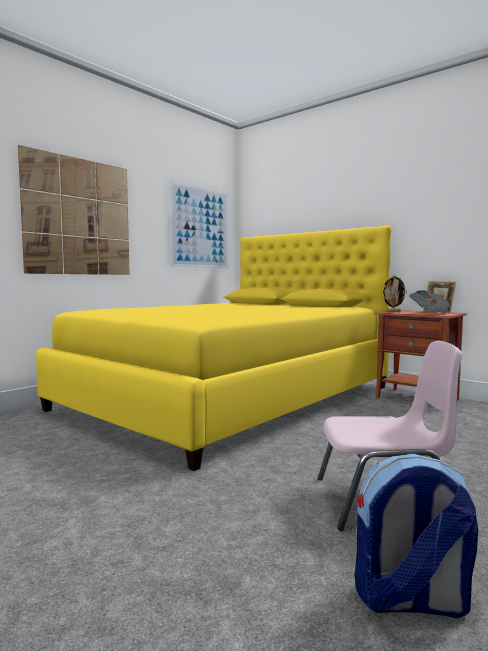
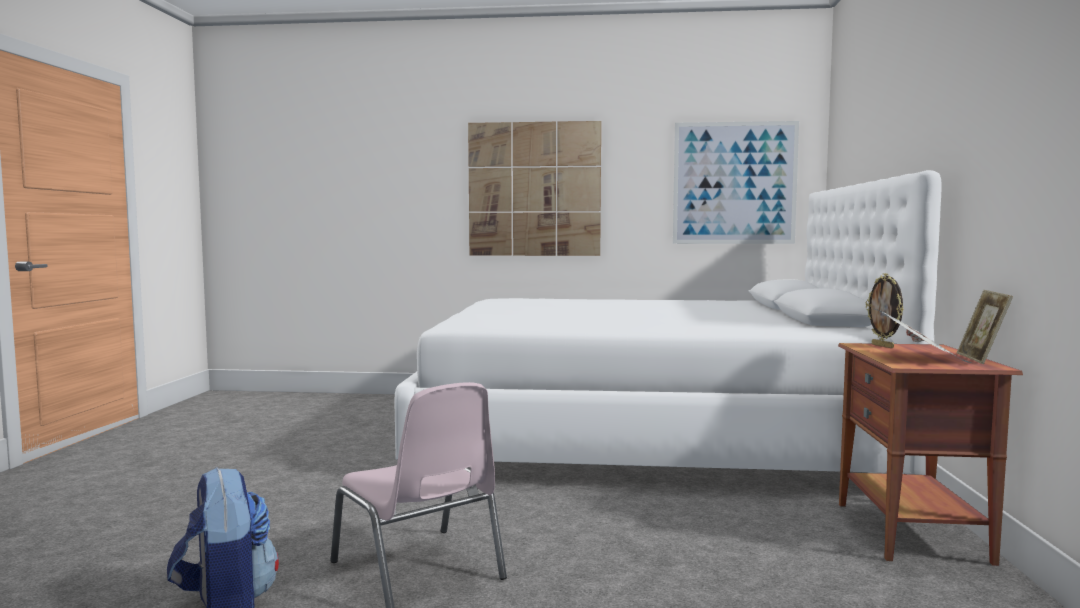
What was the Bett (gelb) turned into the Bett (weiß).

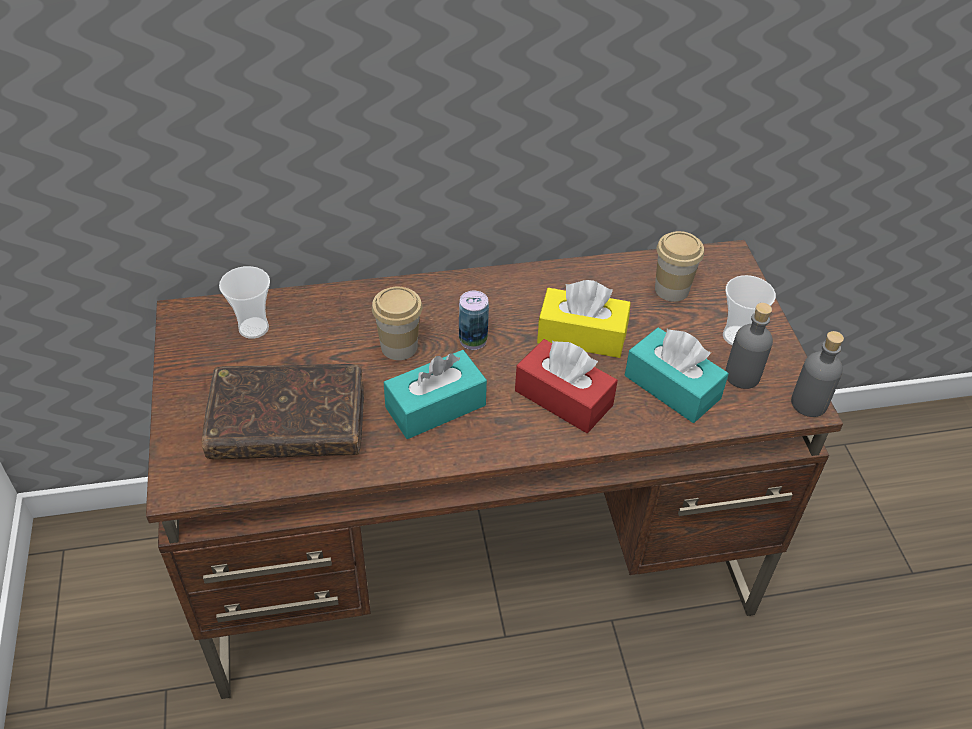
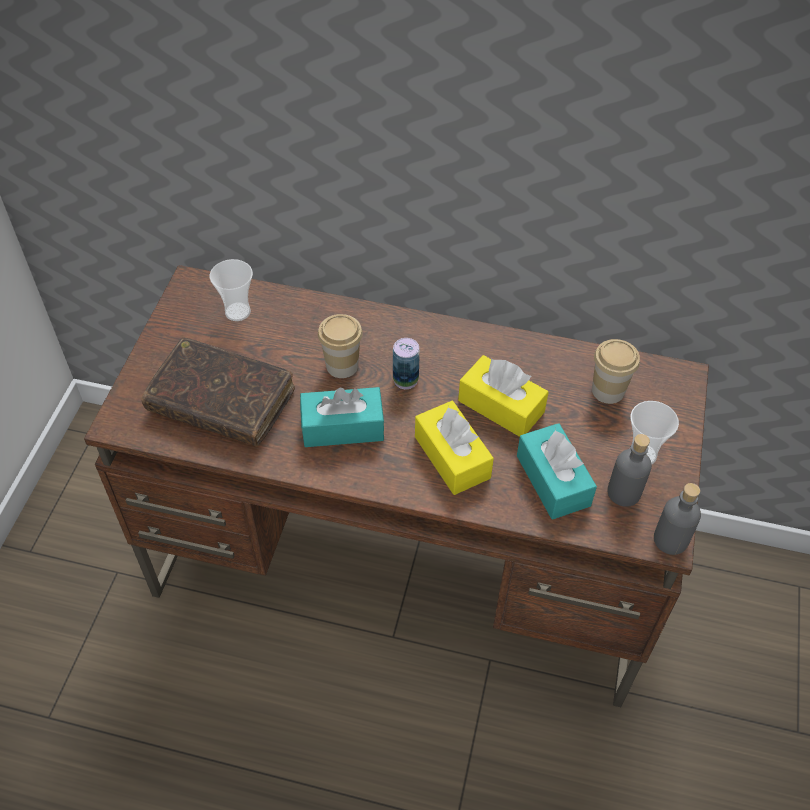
What was the Taschentuchbox (rot) turned into the Taschentuchbox (gelb) (1st from left).

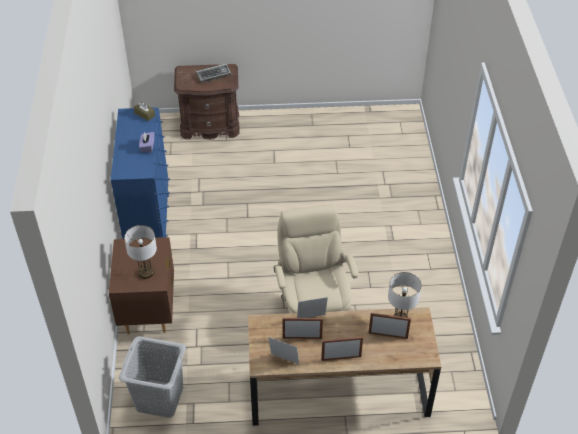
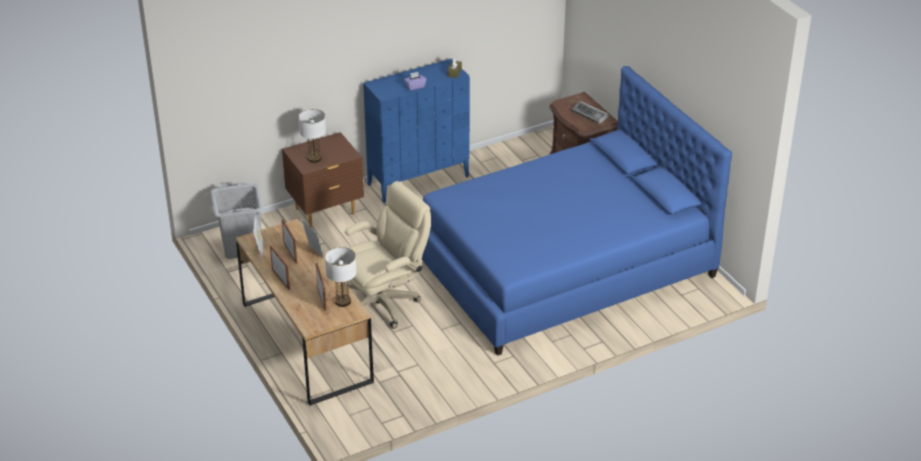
The second view gained the Bett (blau).

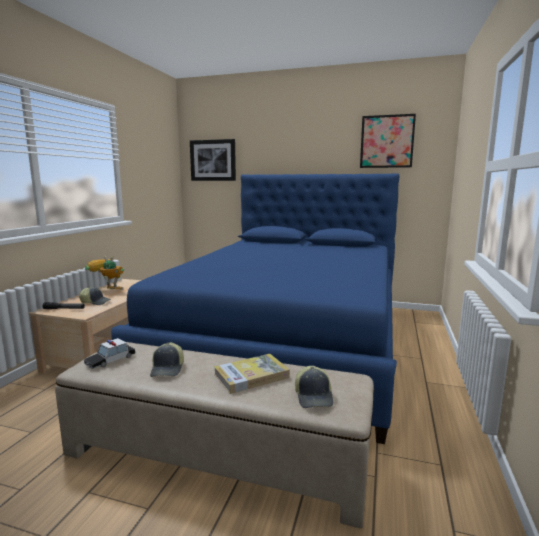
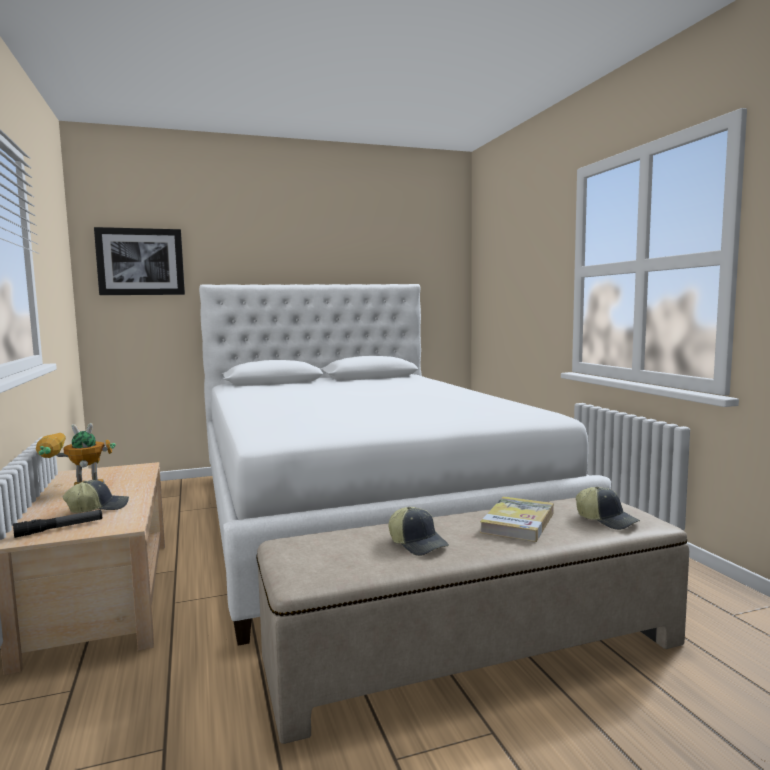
What was the Bett (blau) turned into the Bett (weiß). The second view lost the Spielzeugauto. The second view lost the Bild (2nd from left).

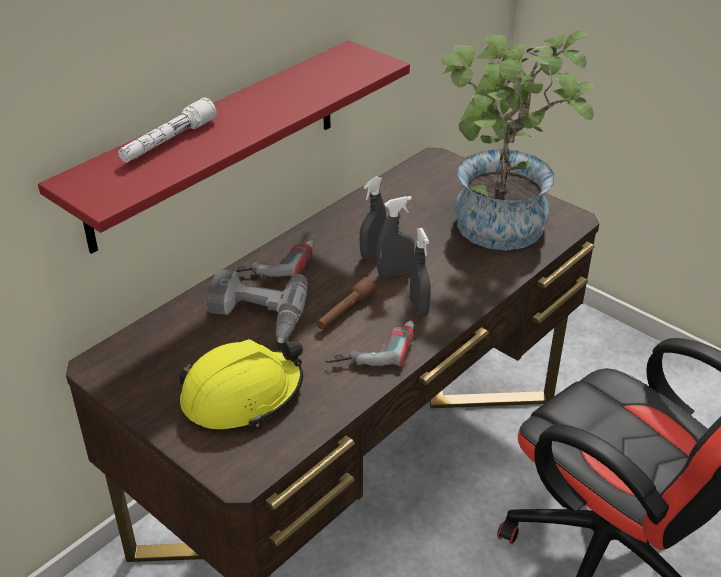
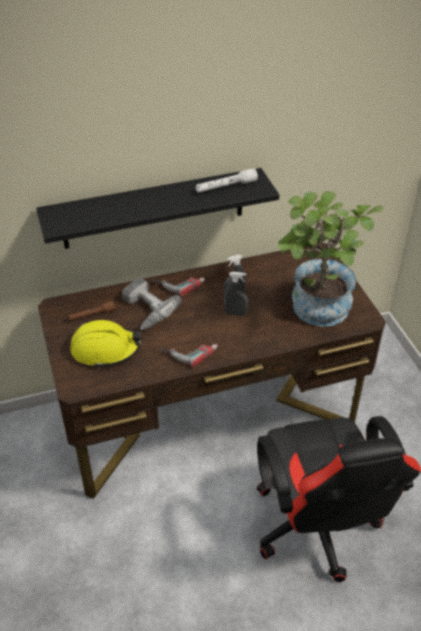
What was the Wandregal (rot) turned into the Wandregal (schwarz). The Taschenlampe (braun) ended up elsewhere. The Taschenlampe (weiß) ended up elsewhere. The second view lost the Sprühflasche (grau) (3rd from left).

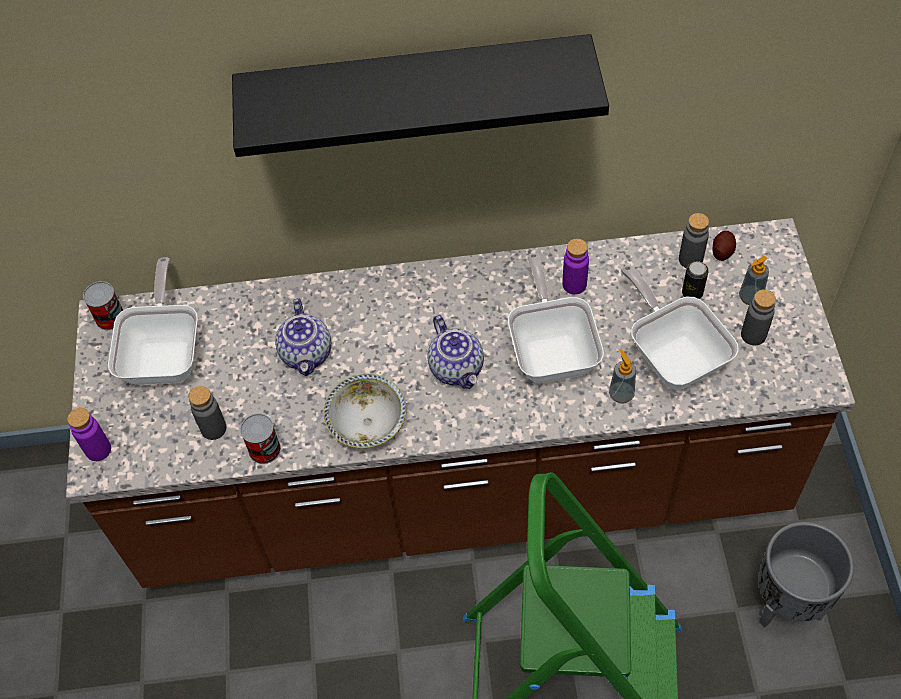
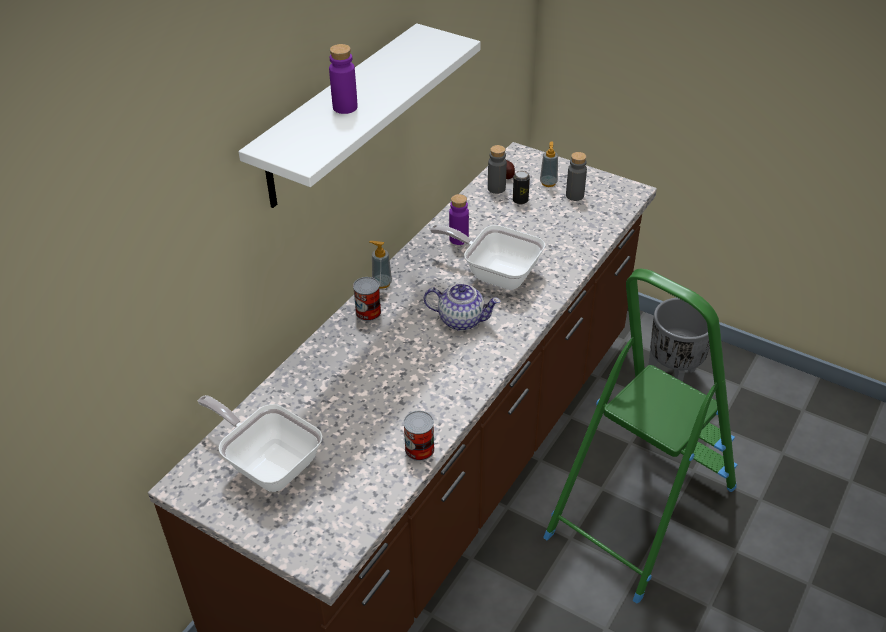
What was the Wandregal (schwarz) turned into the Wandregal (weiß). The Flasche (lila) (1st from left) ended up elsewhere. The Dose (1st from left) ended up elsewhere. The Seifenspender (1st from left) ended up elsewhere. The second view lost the Flasche (grau) (1st from left). The second view lost the Teekanne (1st from left). The second view lost the Schüssel. The second view lost the Pfanne (3rd from left).

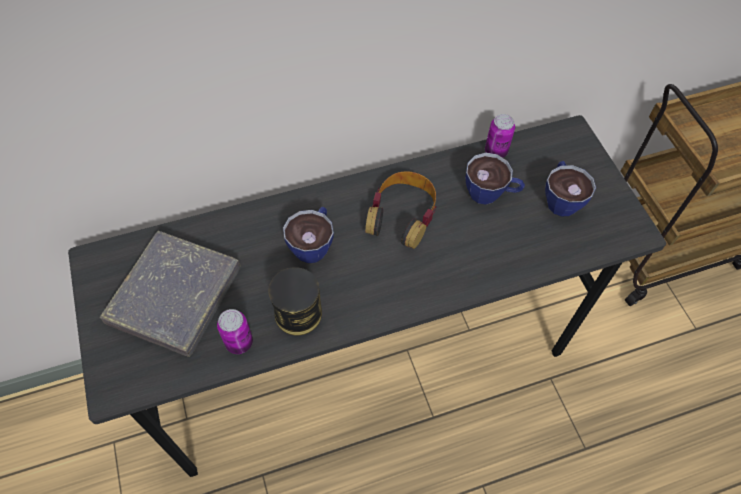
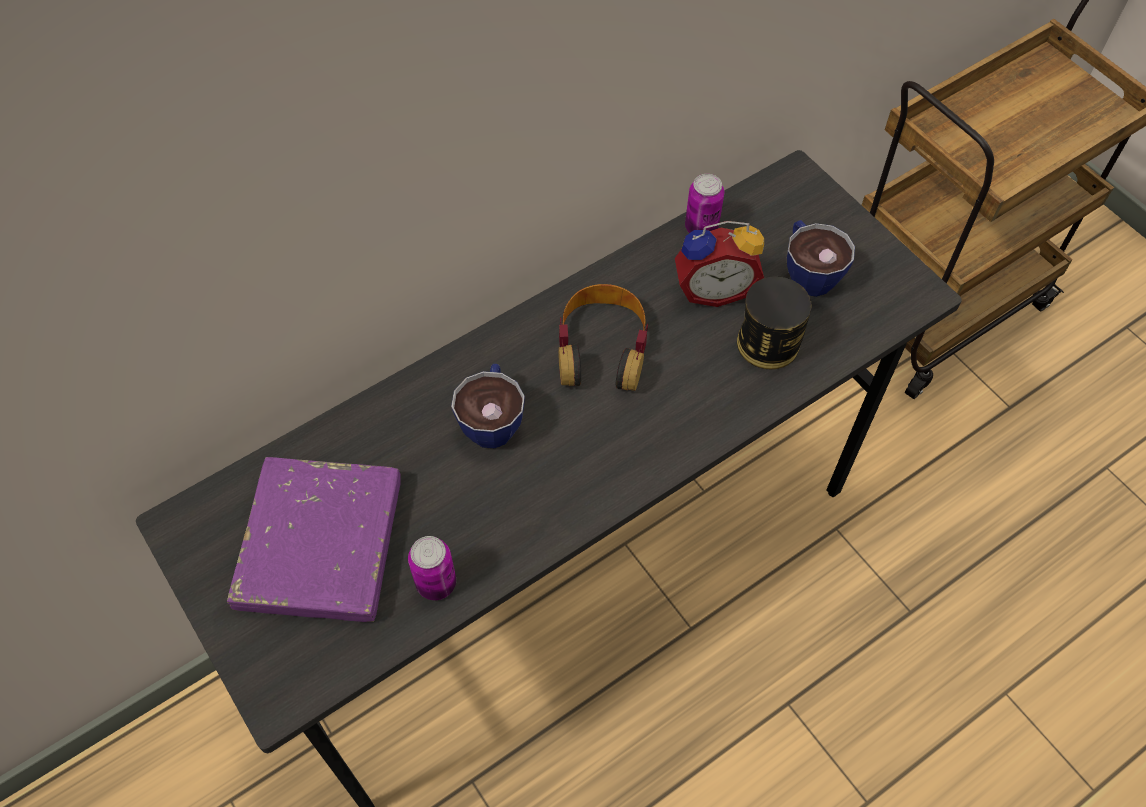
What was the Buch (grau) turned into the Buch (lila). Where the Tasse (2nd from left) stood, the Wecker came to stand. The Dose (2nd from left in the first image) ended up elsewhere.

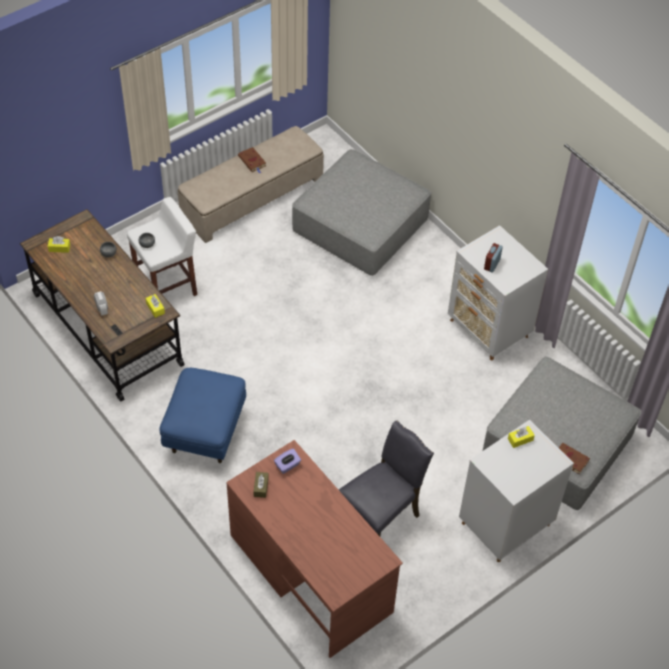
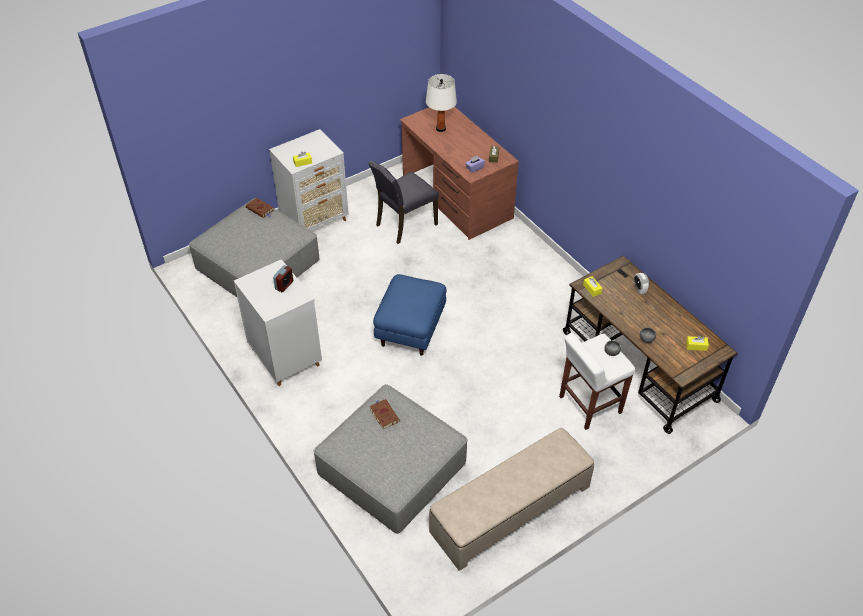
The Buch (braun) (1st from left in the first image) ended up elsewhere. The Polsterhocker (blau) ended up elsewhere. The second view gained the Tischlampe (weiß).

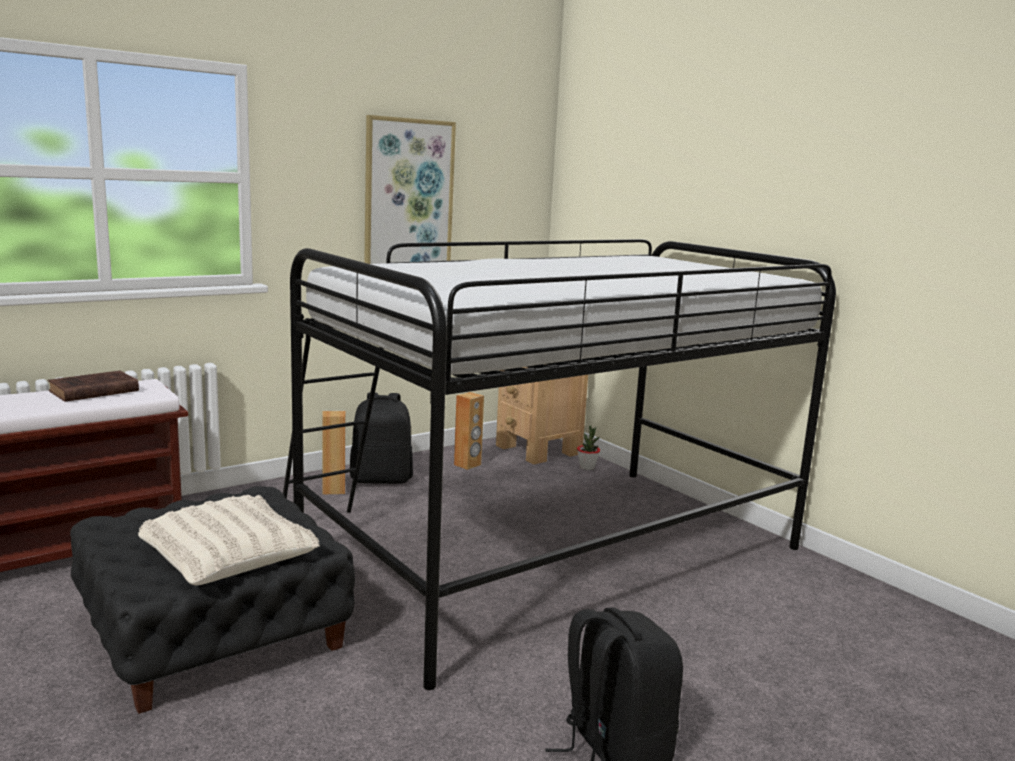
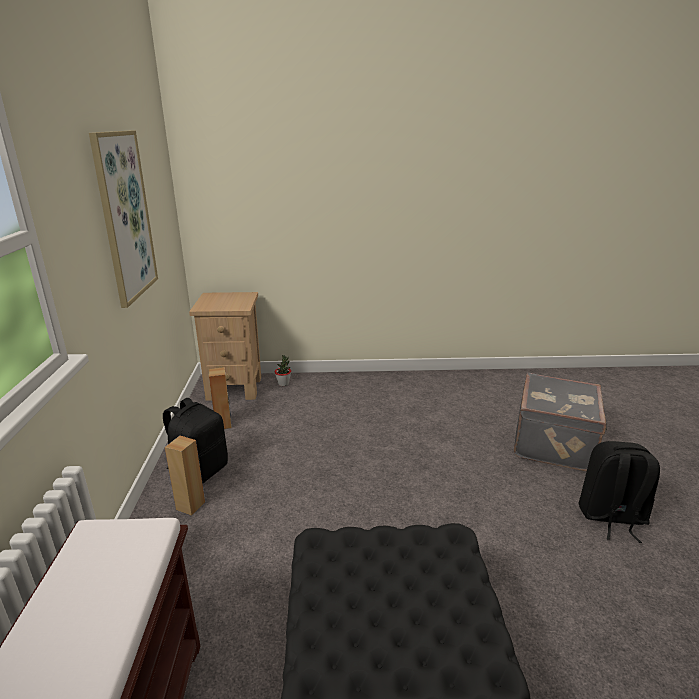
The second view gained the Koffer (grau). The second view lost the Buch (braun). The second view lost the Kissen (beige). The second view lost the Bett (schwarz).

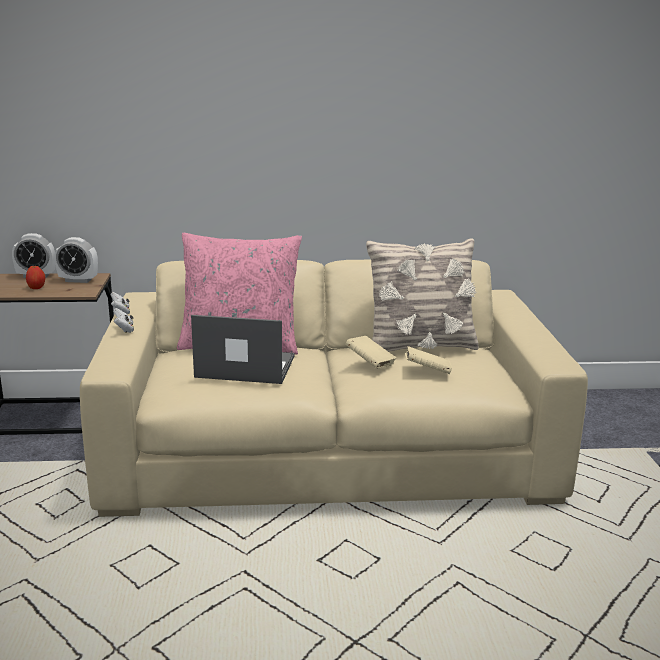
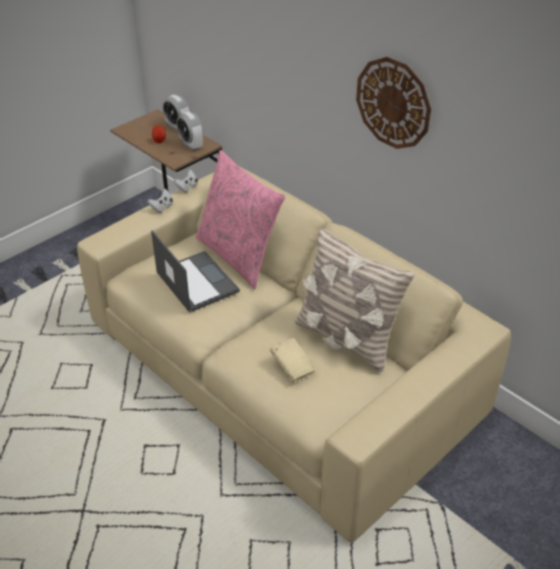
The second view gained the Wanduhr. The second view lost the Buch (beige) (1st from left).

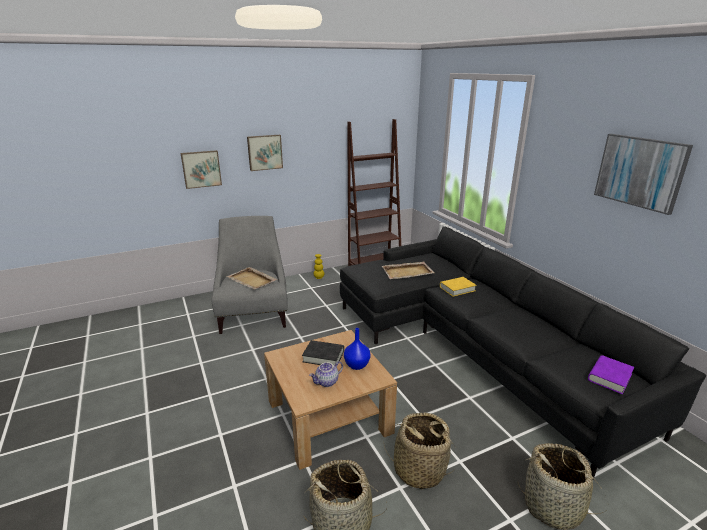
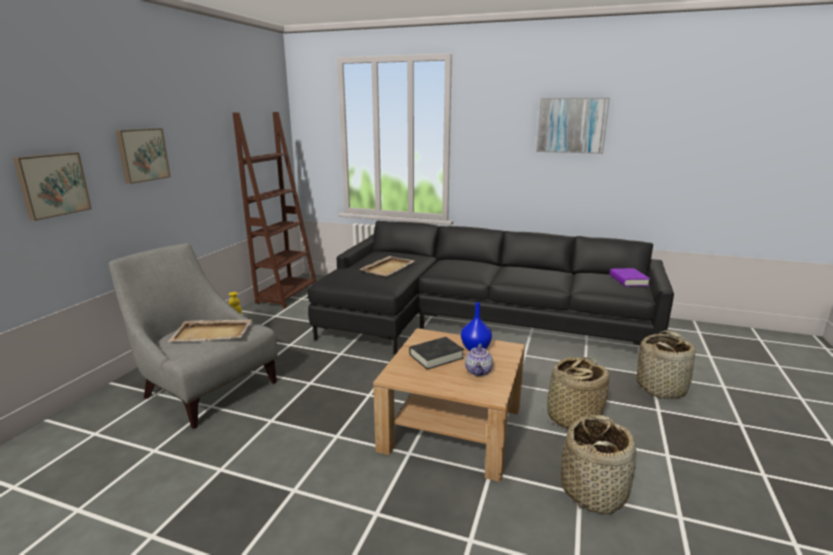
The second view lost the Buch (gelb).

